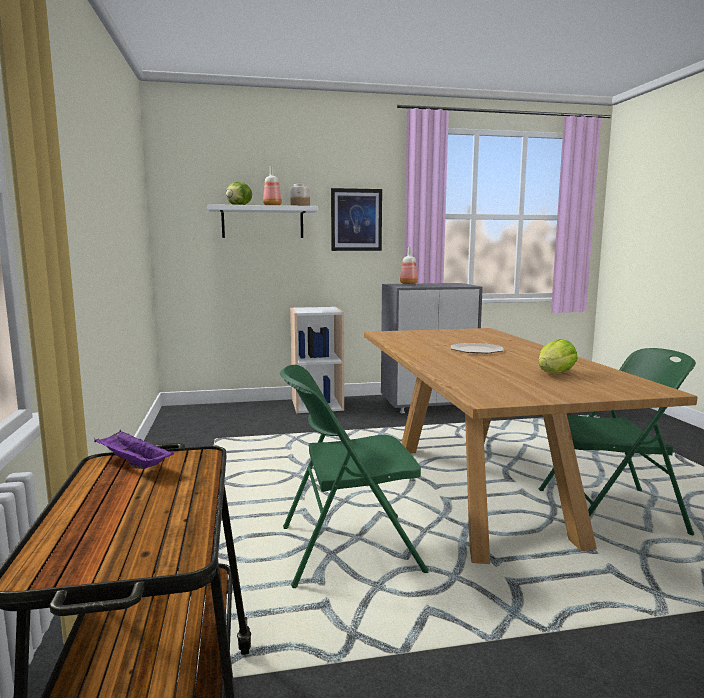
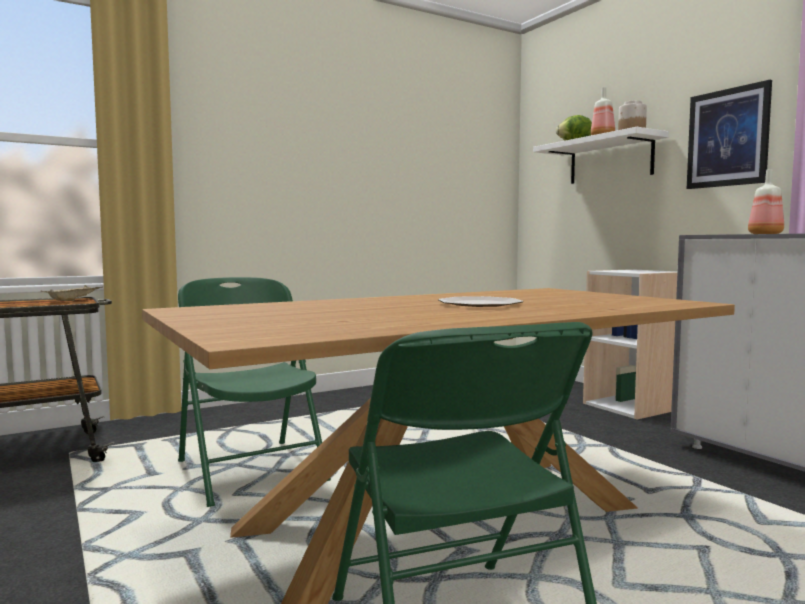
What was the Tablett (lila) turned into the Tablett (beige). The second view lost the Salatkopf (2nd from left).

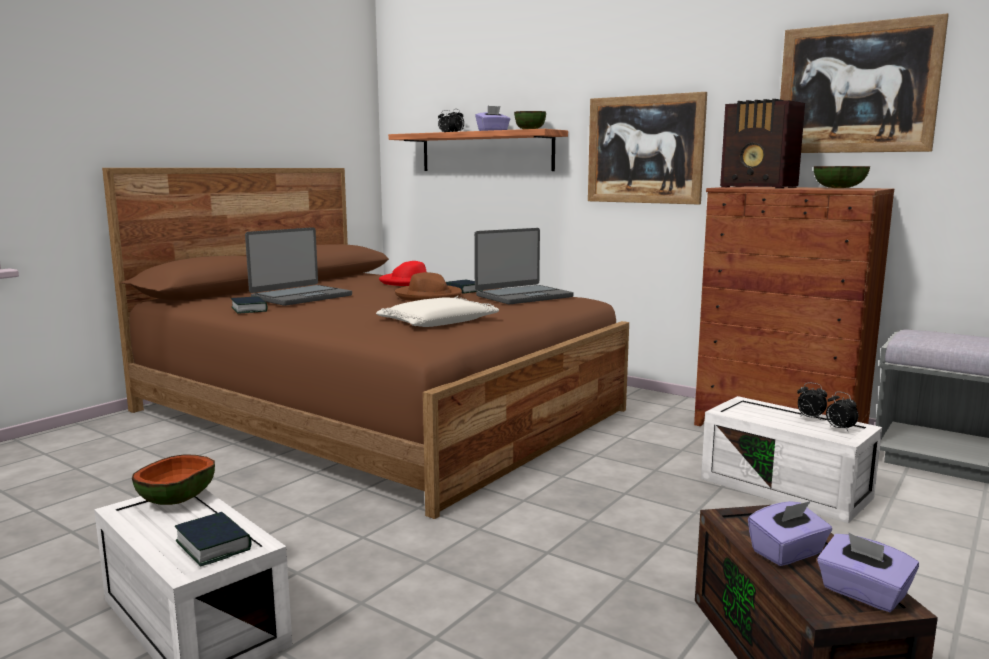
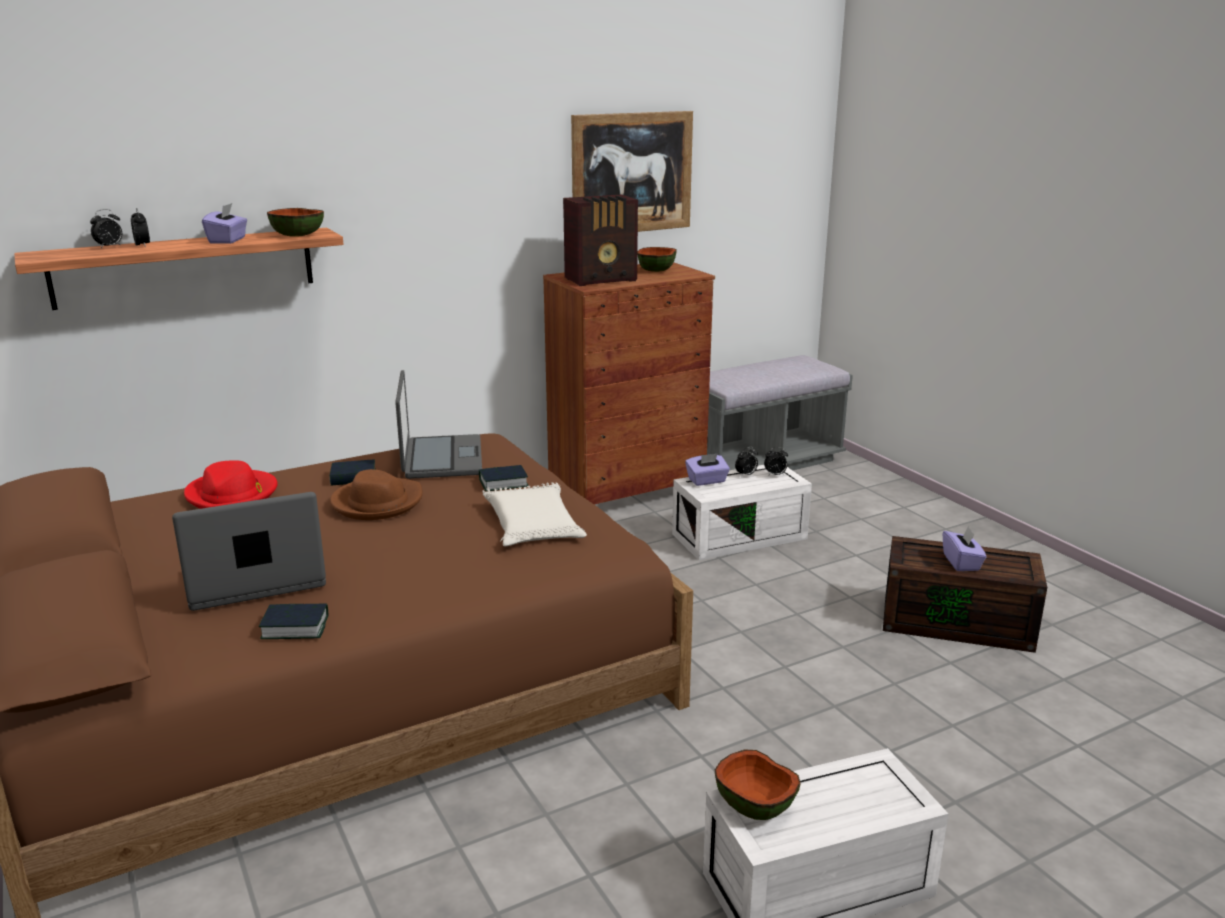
The Laptop (1st from left) ended up facing another way, 90 degrees counterclockwise from before. The Buch (1st from left in the first image) ended up elsewhere. The Taschentuchbox (lila) (3rd from left in the first image) ended up elsewhere. The second view lost the Bild (1st from left).

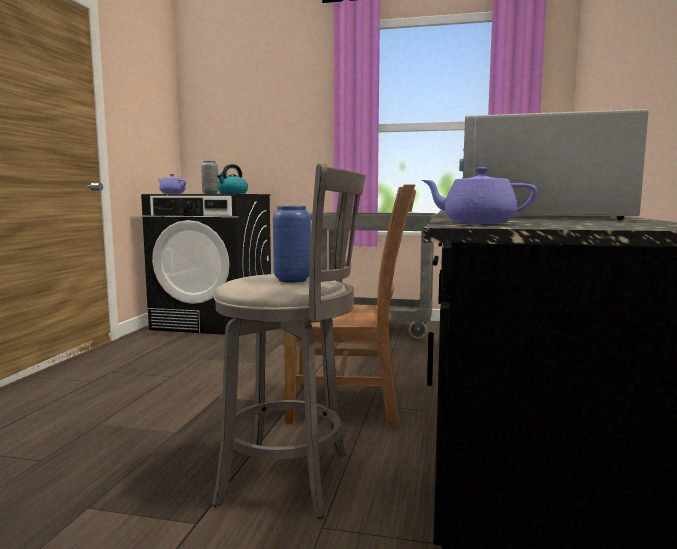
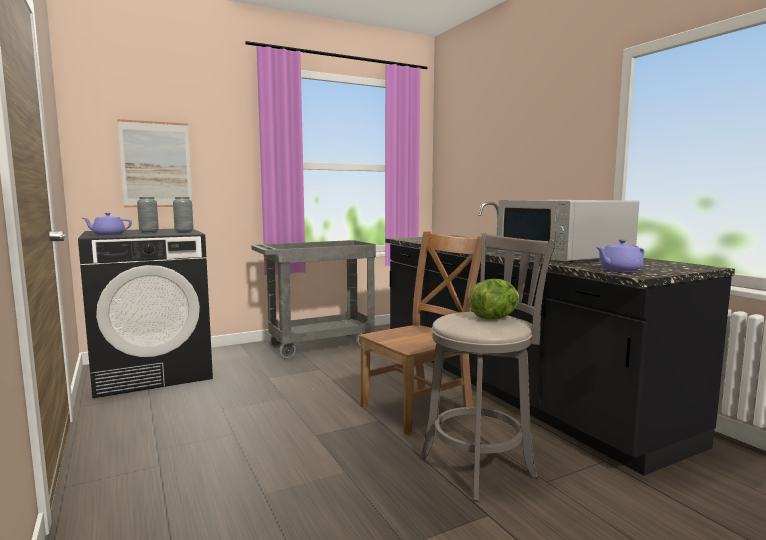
The second view gained the Bild. Where the Wasserkessel stood, the Vase (grau) (2nd from left) came to stand. Where the Vase (blau) stood, the Salatkopf came to stand.

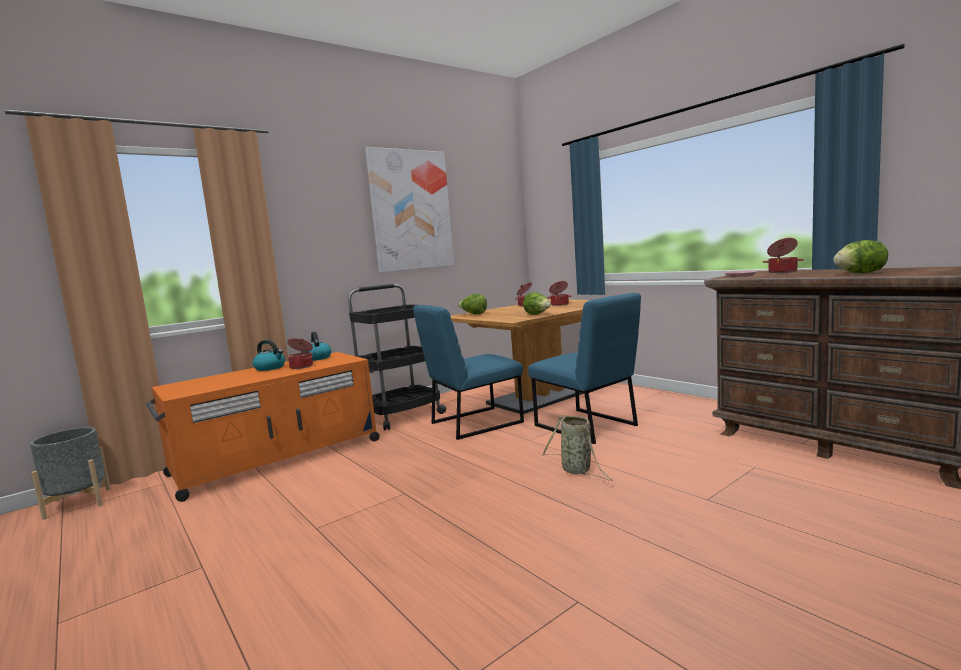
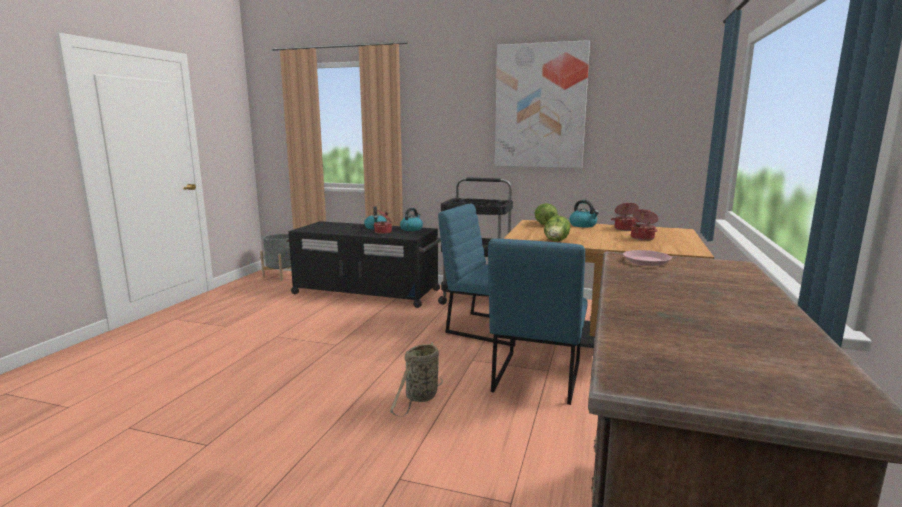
What was the Schrank (orange) turned into the Schrank (schwarz). The second view gained the Wasserkessel (3rd from left). The second view lost the Kochtopf (4th from left). The second view lost the Salatkopf (3rd from left).

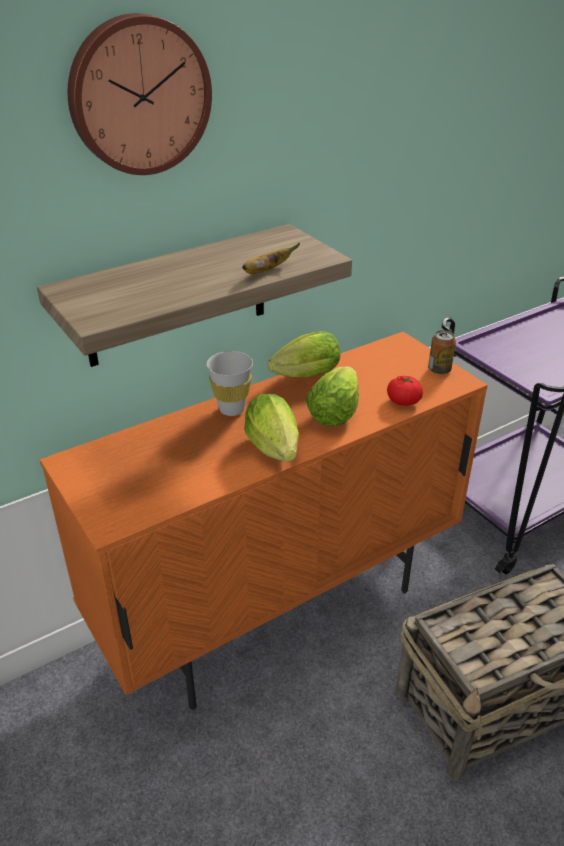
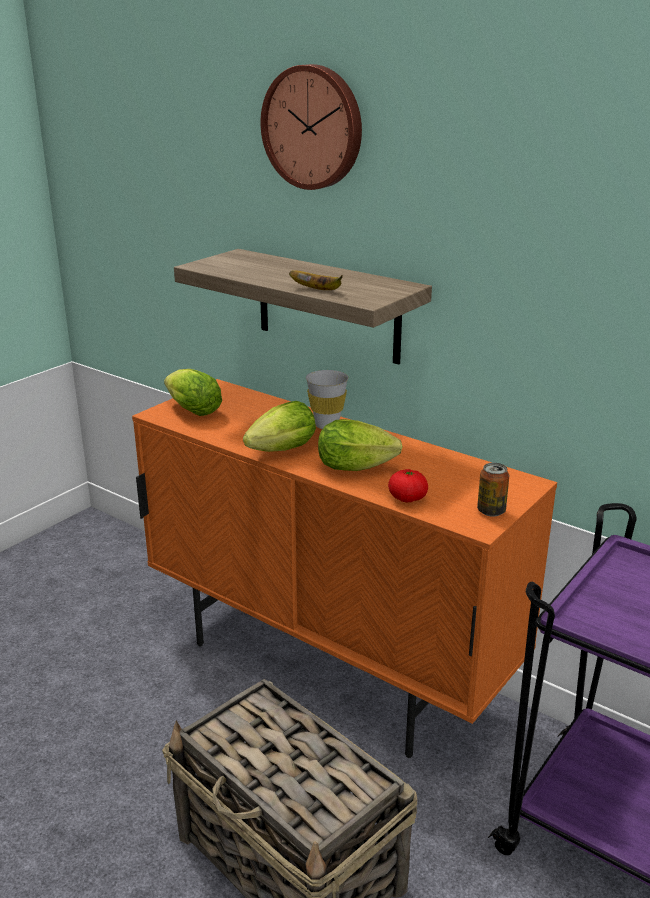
The Salatkopf (2nd from left in the first image) ended up elsewhere.

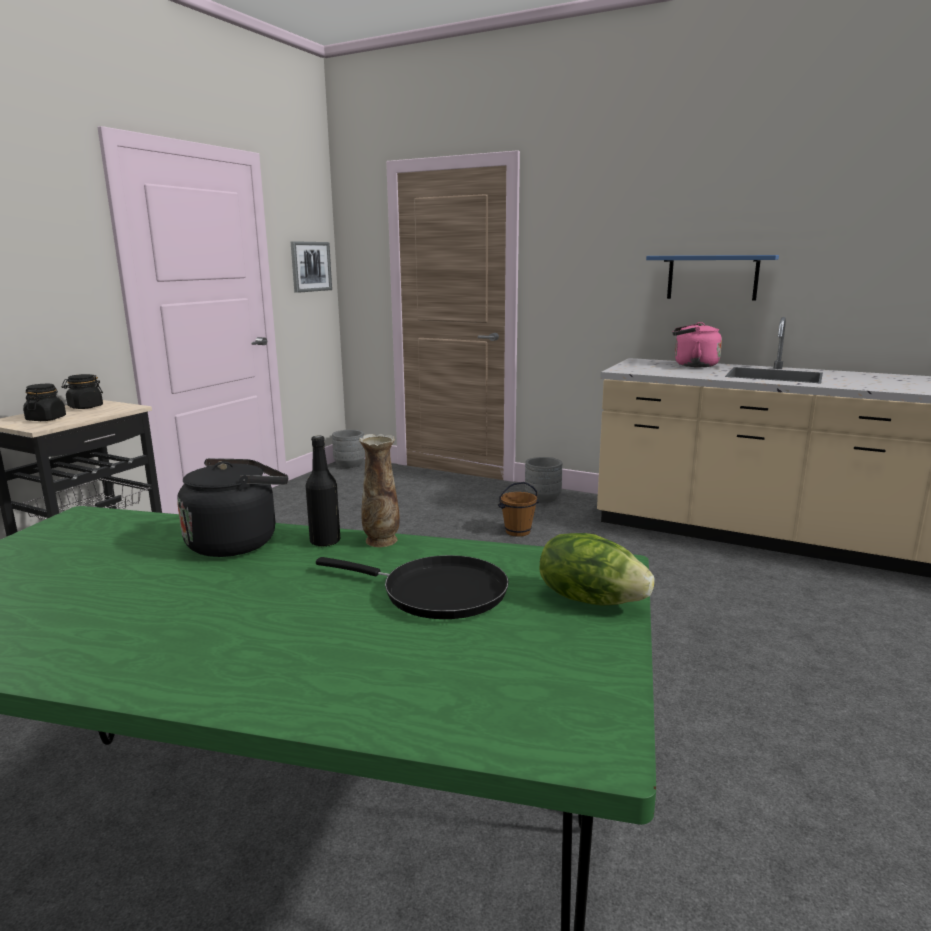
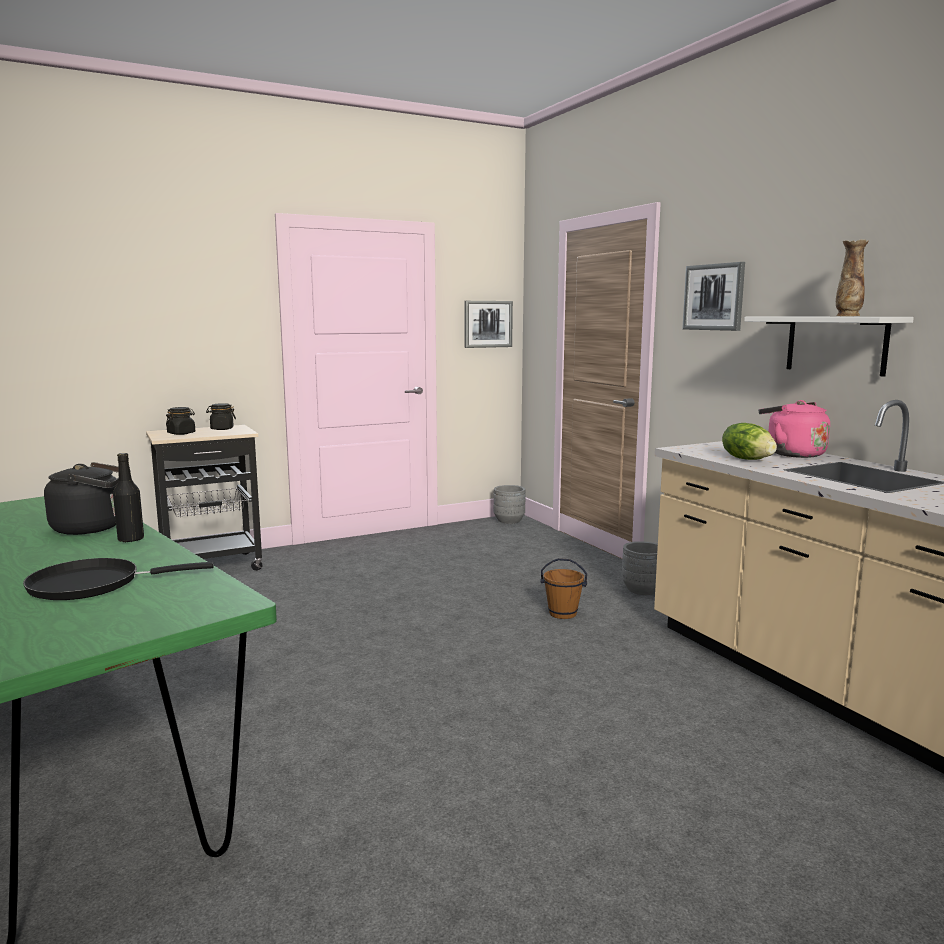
The Pfanne (schwarz) ended up facing another way, 105 degrees clockwise from before. The second view gained the Bild (2nd from left). The Salatkopf ended up elsewhere. What was the Wandregal (blau) turned into the Wandregal (weiß). The Vase ended up elsewhere.

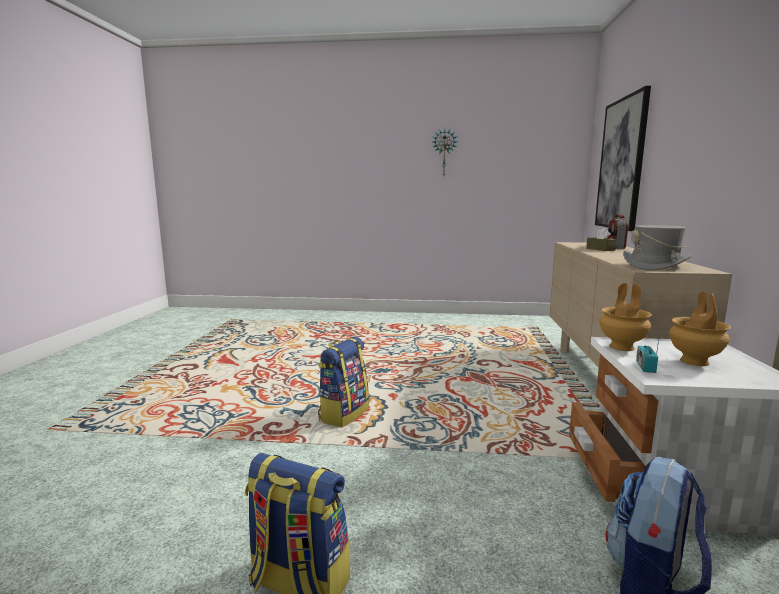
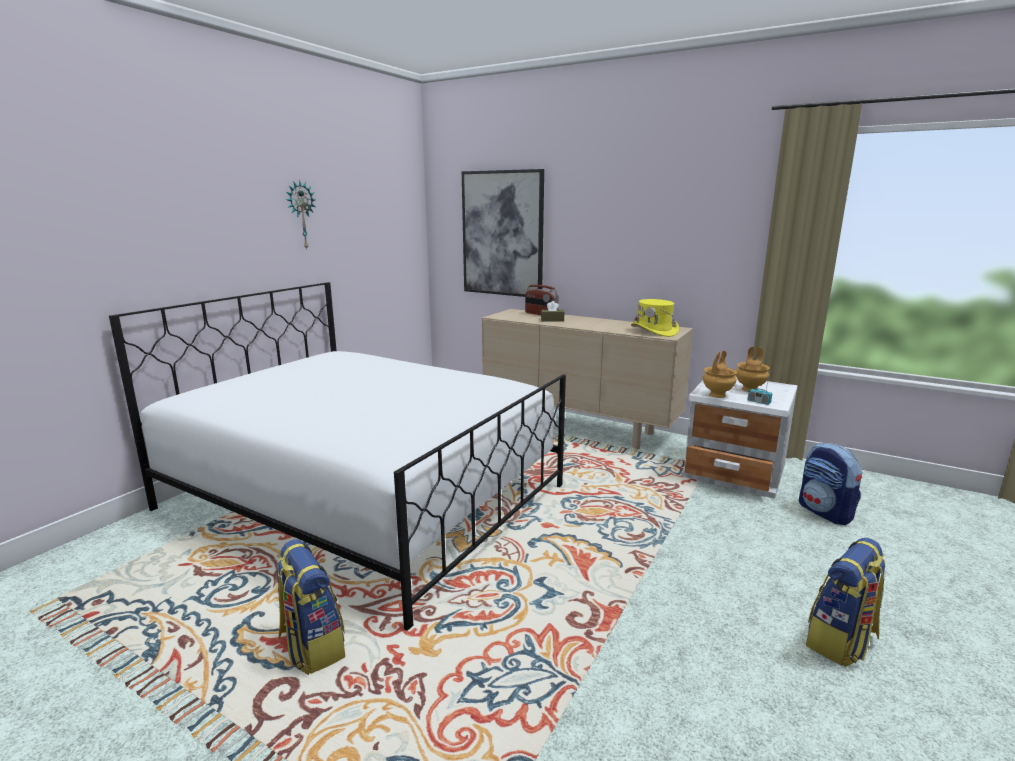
The second view gained the Bett (weiß). The Rucksack (2nd from left in the first image) ended up elsewhere. What was the Hut (grau) turned into the Hut (gelb).

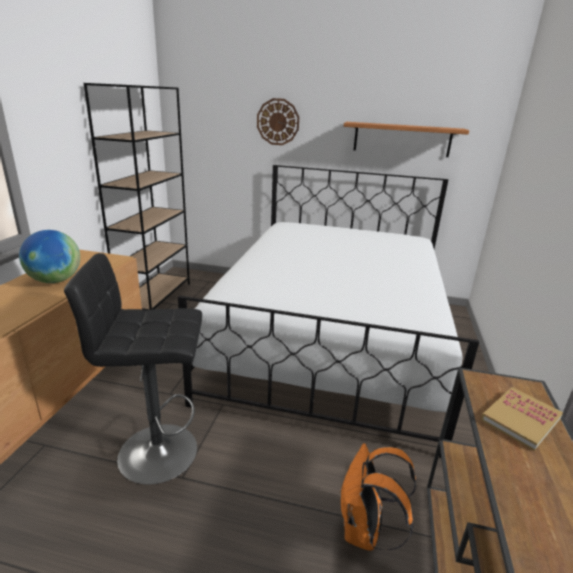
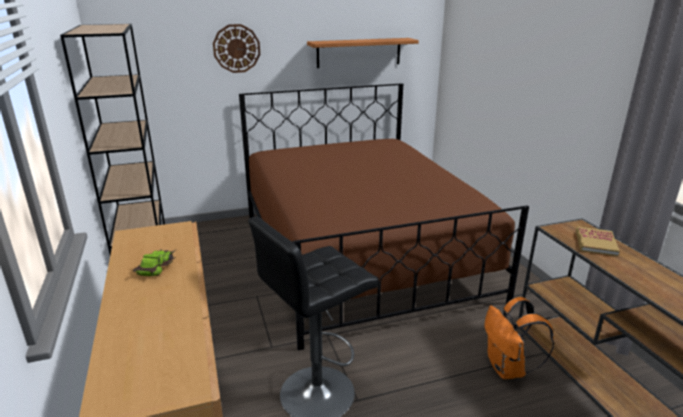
Where the Globus stood, the Spielzeugauto came to stand. What was the Bett (weiß) turned into the Bett (braun).

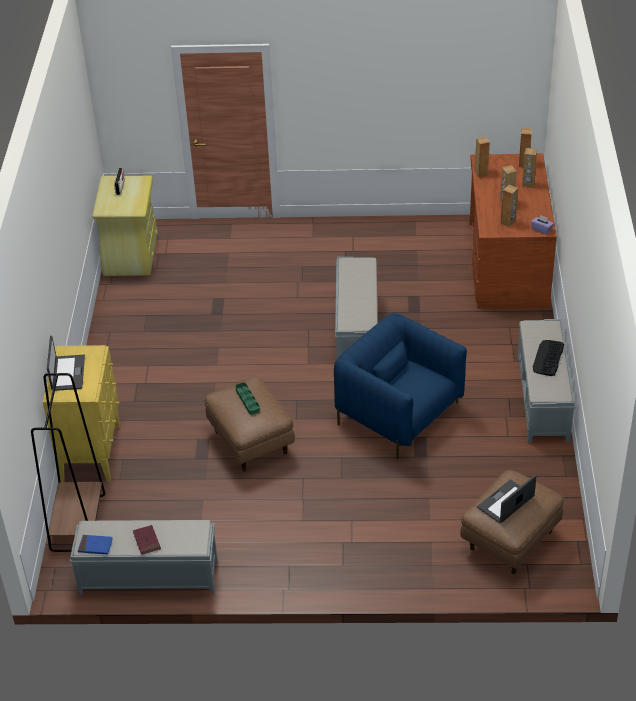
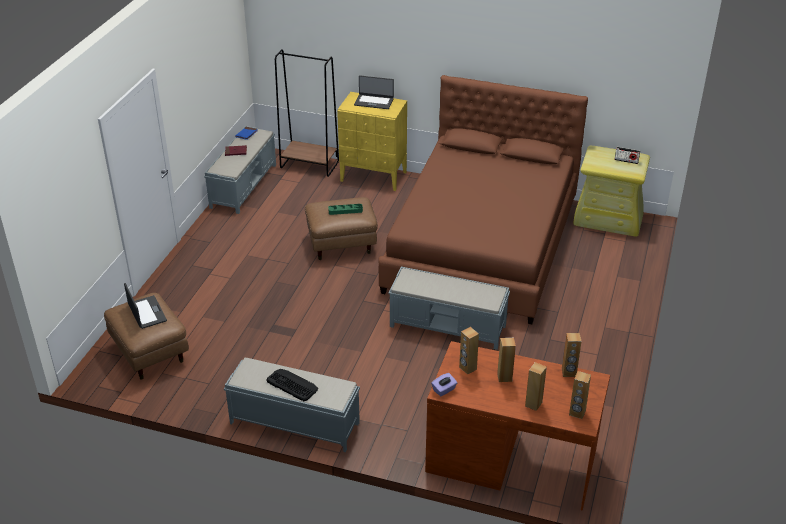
The second view gained the Bett (braun). The second view lost the Sessel (blau).

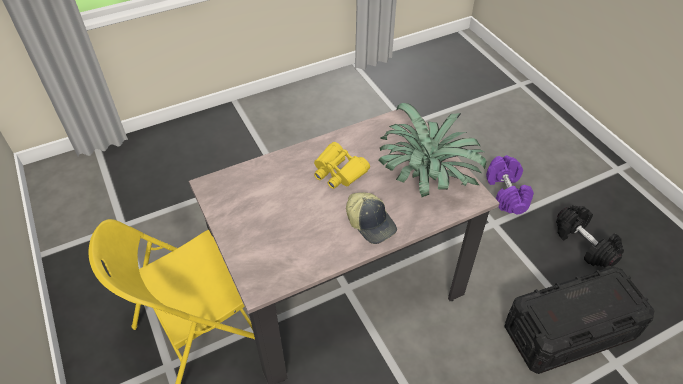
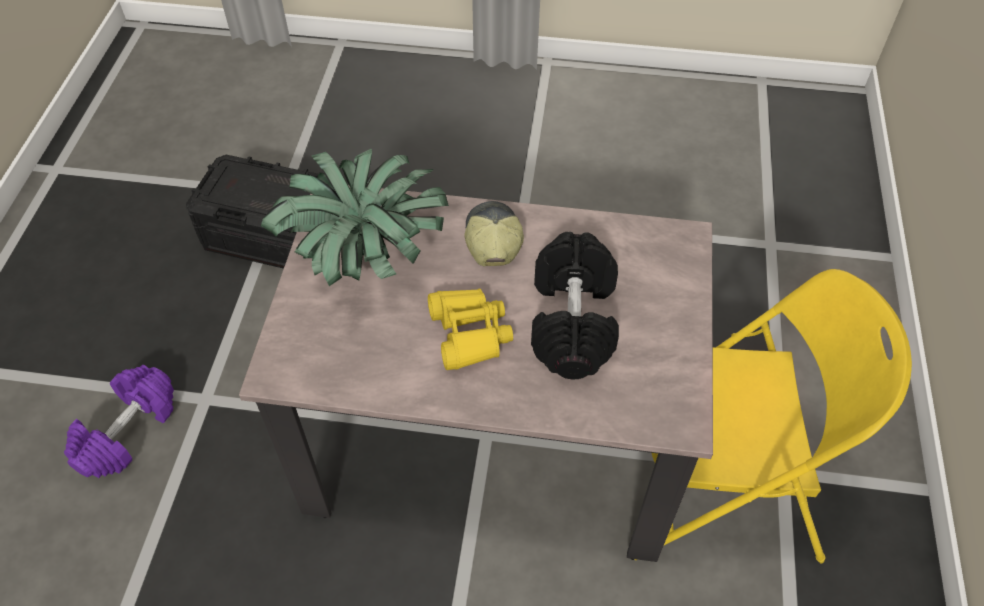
The Hantel (schwarz) ended up elsewhere.

